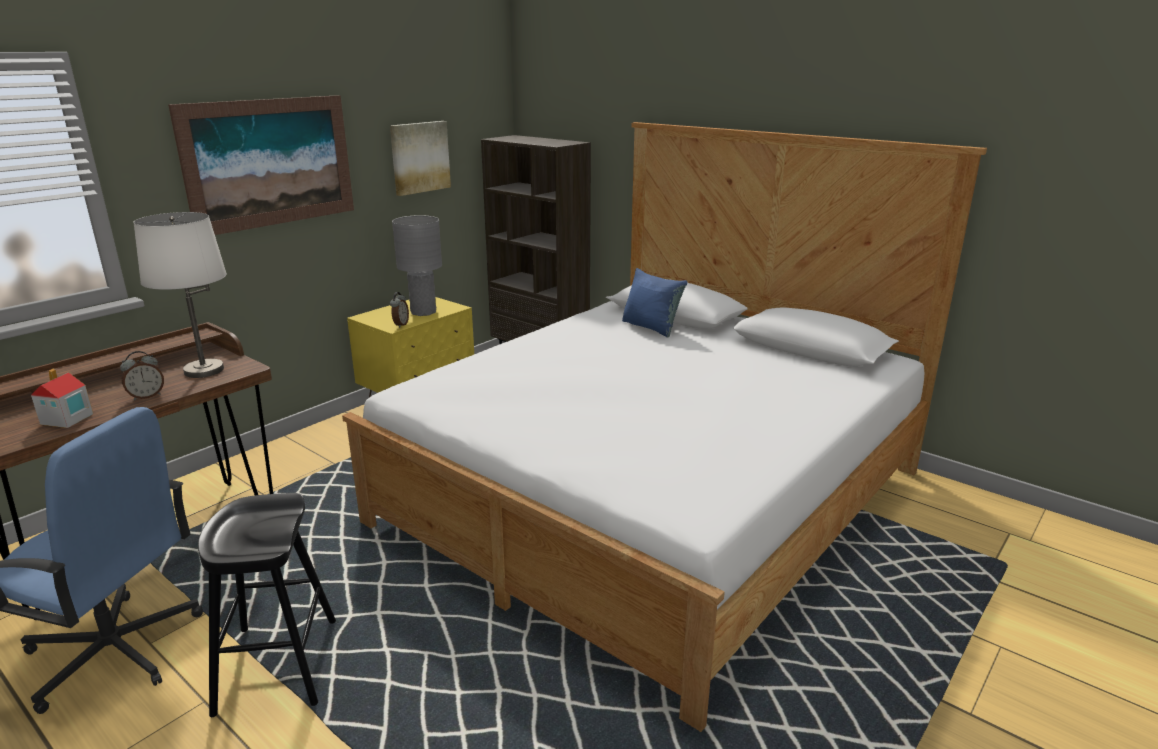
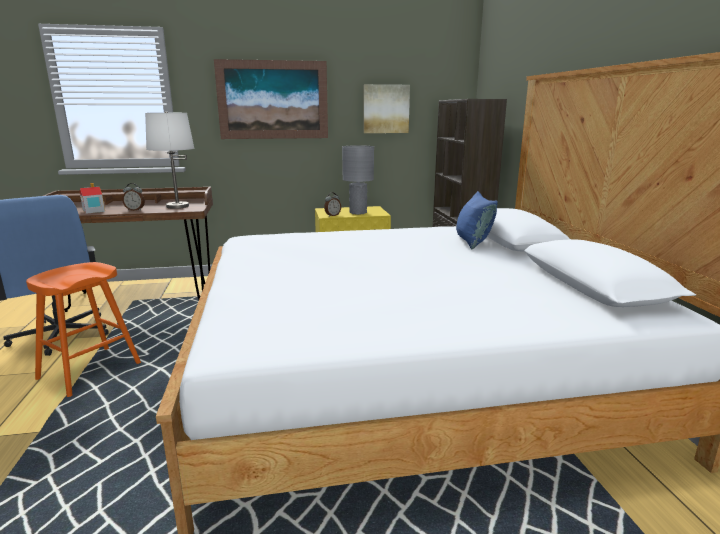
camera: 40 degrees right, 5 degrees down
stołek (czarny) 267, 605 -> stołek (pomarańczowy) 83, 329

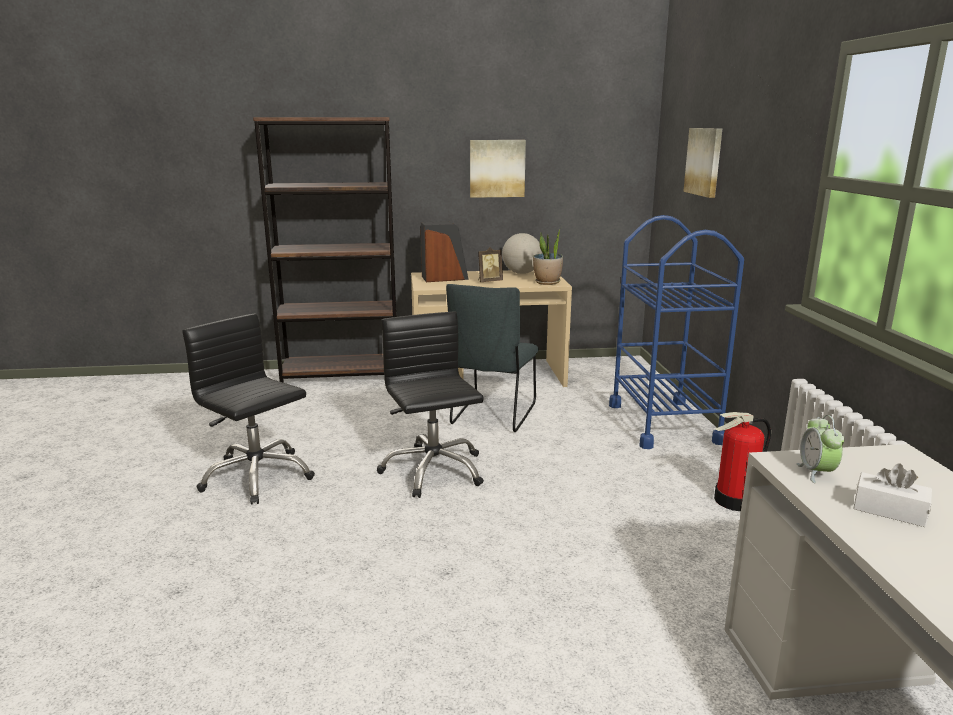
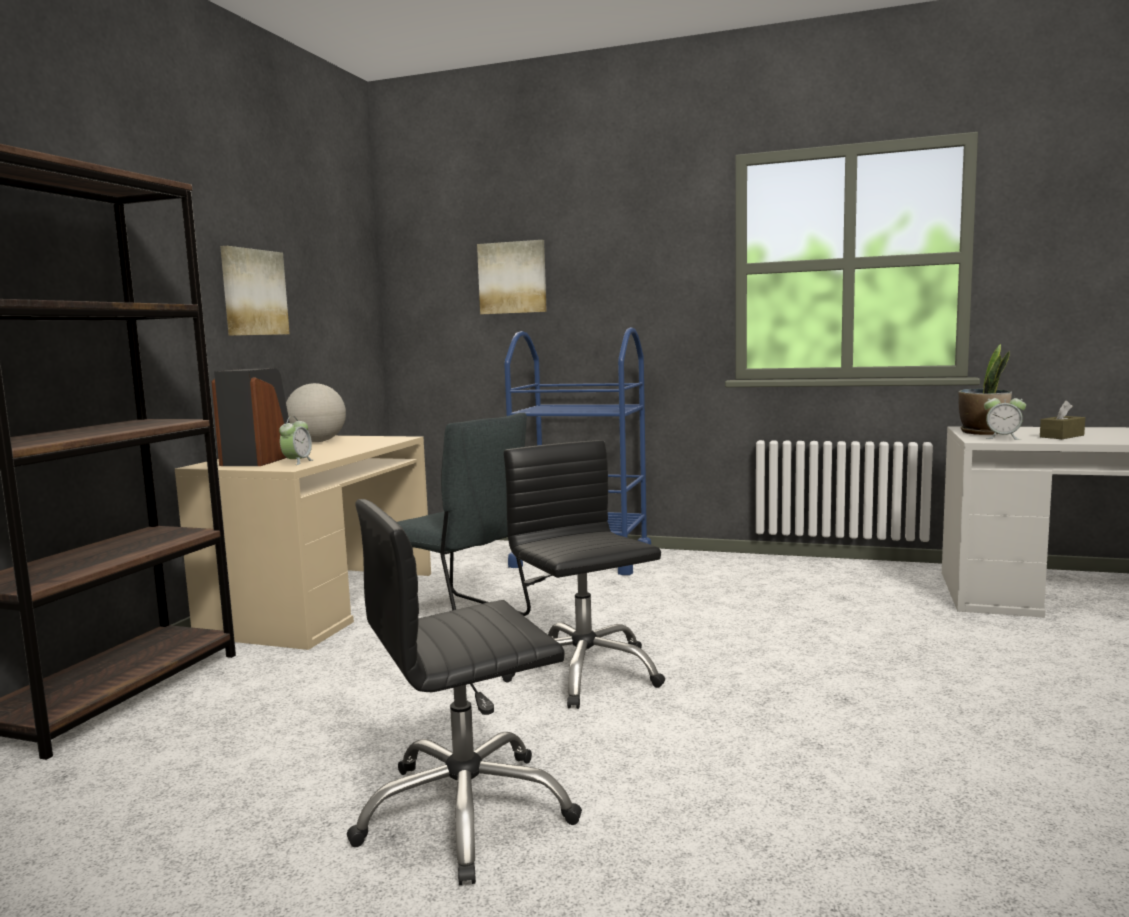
camera: 65 degrees left, 10 degrees down
roślina doniczkowa 548, 256 -> roślina doniczkowa 985, 389, move
ramka na zdjęcie 490, 264 -> none
krzesło biurowe (czarny) 430, 405 -> krzesło biurowe (czarny) 583, 574, 60 degrees clockwise
gaśnica 742, 461 -> none
pudełko chusteczek (biały) 892, 495 -> pudełko chusteczek (brązowy) 1062, 420
none -> budzik 296, 440

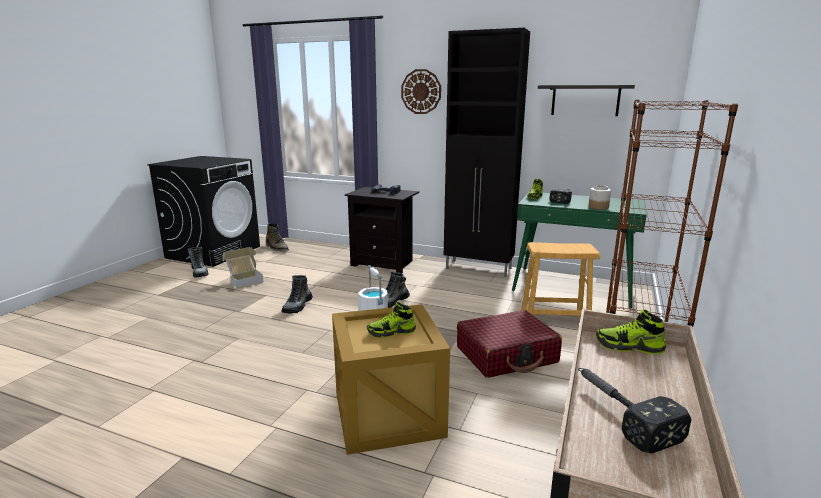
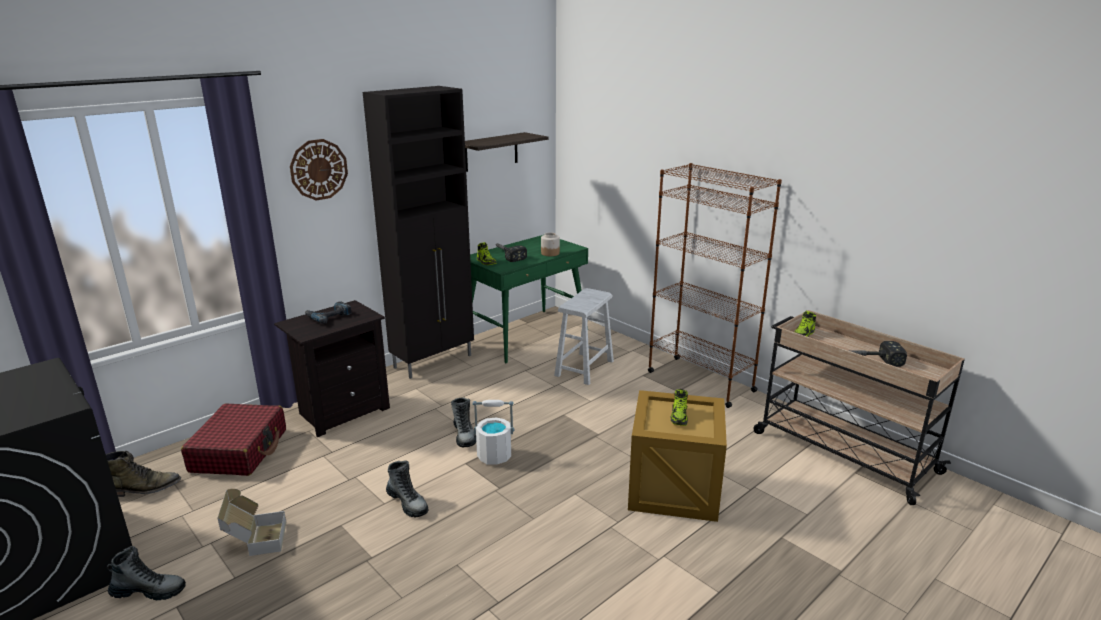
camera: 65 degrees left, 5 degrees up
stołek (brązowy) 560, 280 -> stołek (biały) 584, 336
walizka (czerwony) 509, 344 -> walizka (czerwony) 233, 439, move

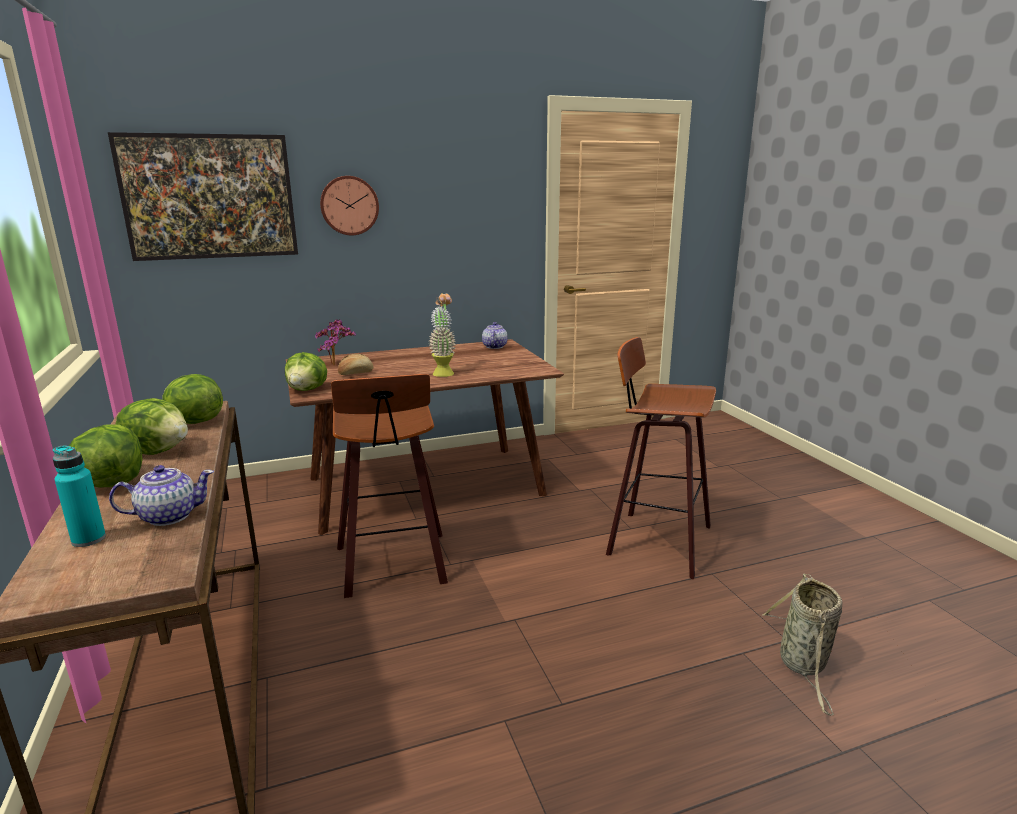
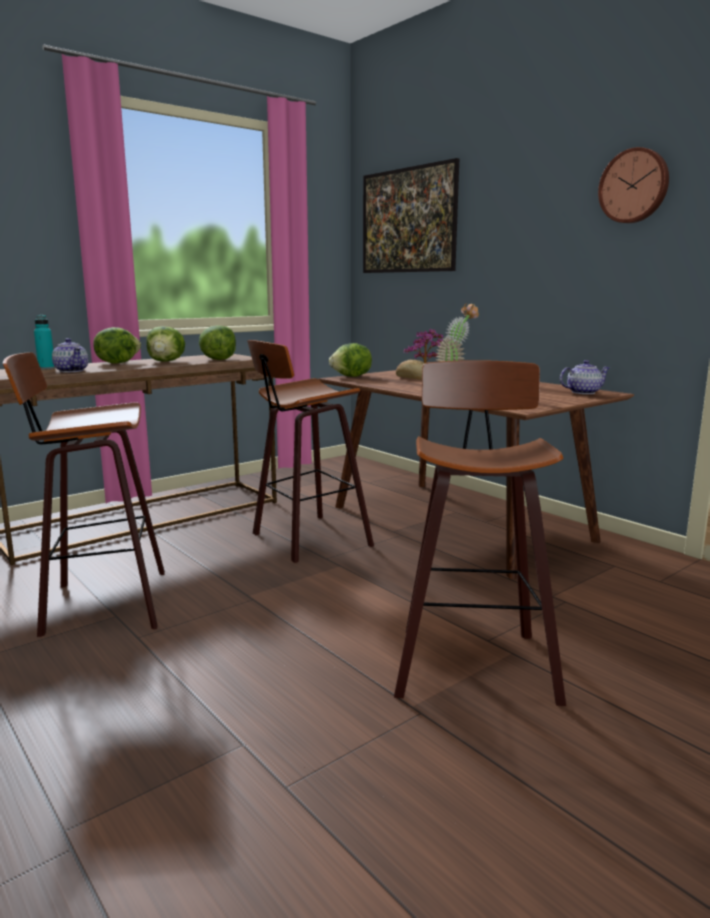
camera: 70 degrees right, 5 degrees down
zegar ścienny 349, 205 -> zegar ścienny 633, 185, move
koszyk 802, 645 -> none
none -> stołek 84, 494

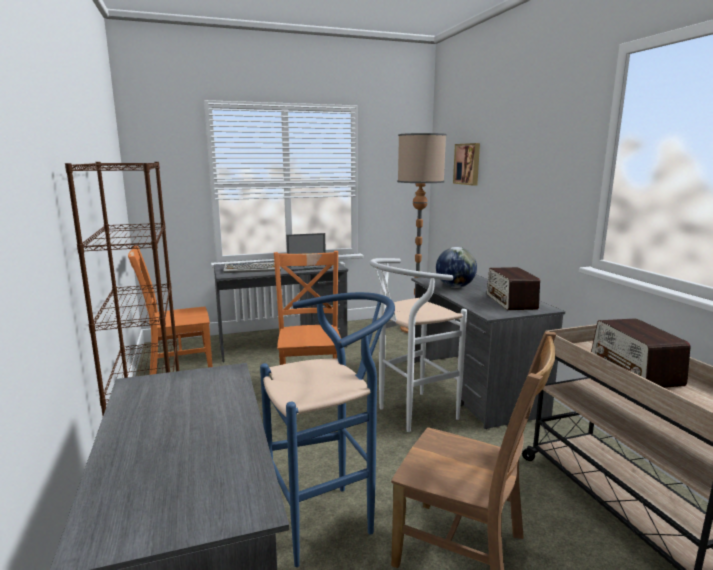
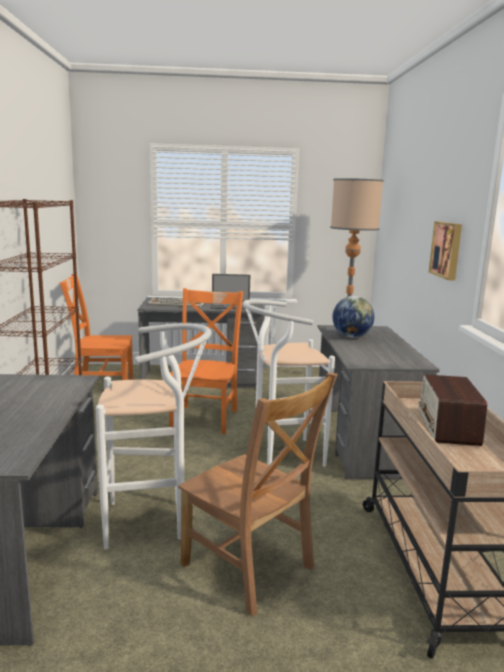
camera: 15 degrees right, 0 degrees up
obraz 466, 164 -> obraz 445, 250, move
radio 513, 288 -> none
stołek (niebieski) 327, 429 -> stołek (biały) 153, 436

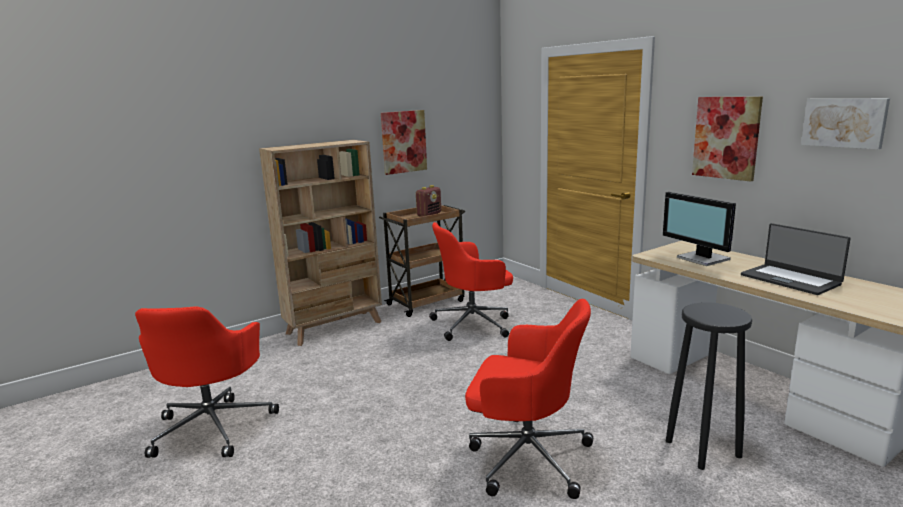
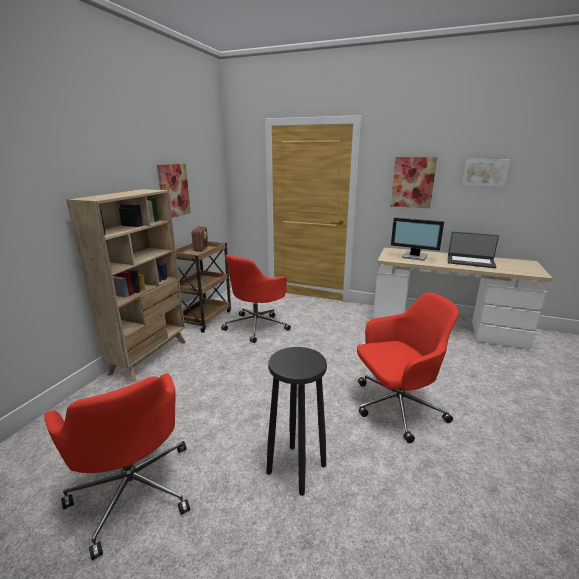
camera: 35 degrees left, 5 degrees up
stołek (czarny) 709, 386 -> stołek (czarny) 297, 421, move

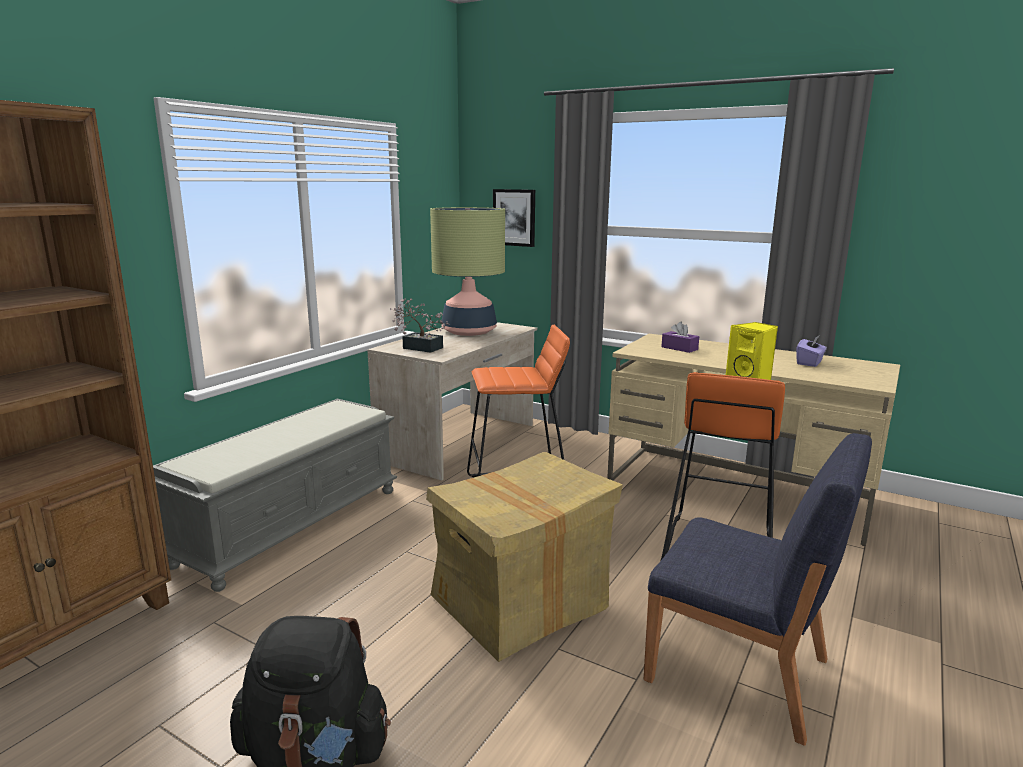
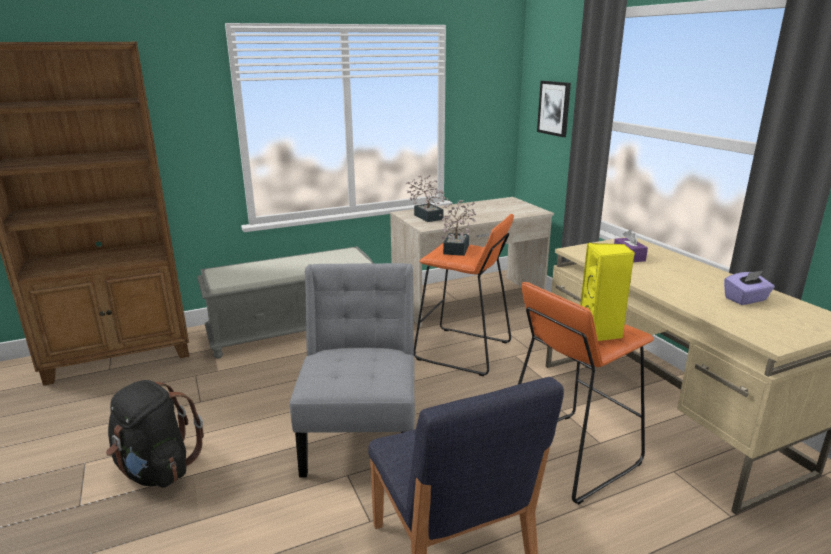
camera: 35 degrees right, 5 degrees up
lampa stołowa 467, 271 -> none
karton 524, 557 -> krzesło (szary) 352, 370
none -> roślina doniczkowa 457, 228

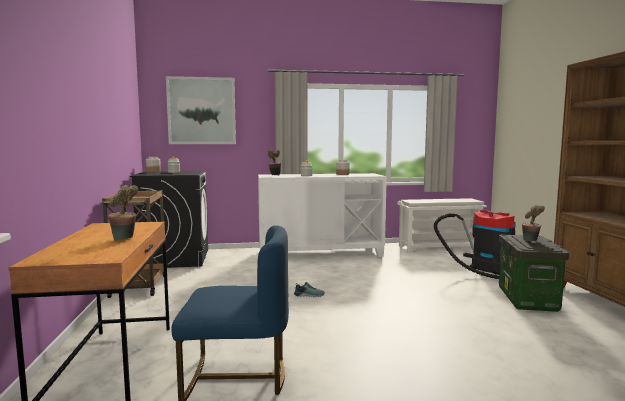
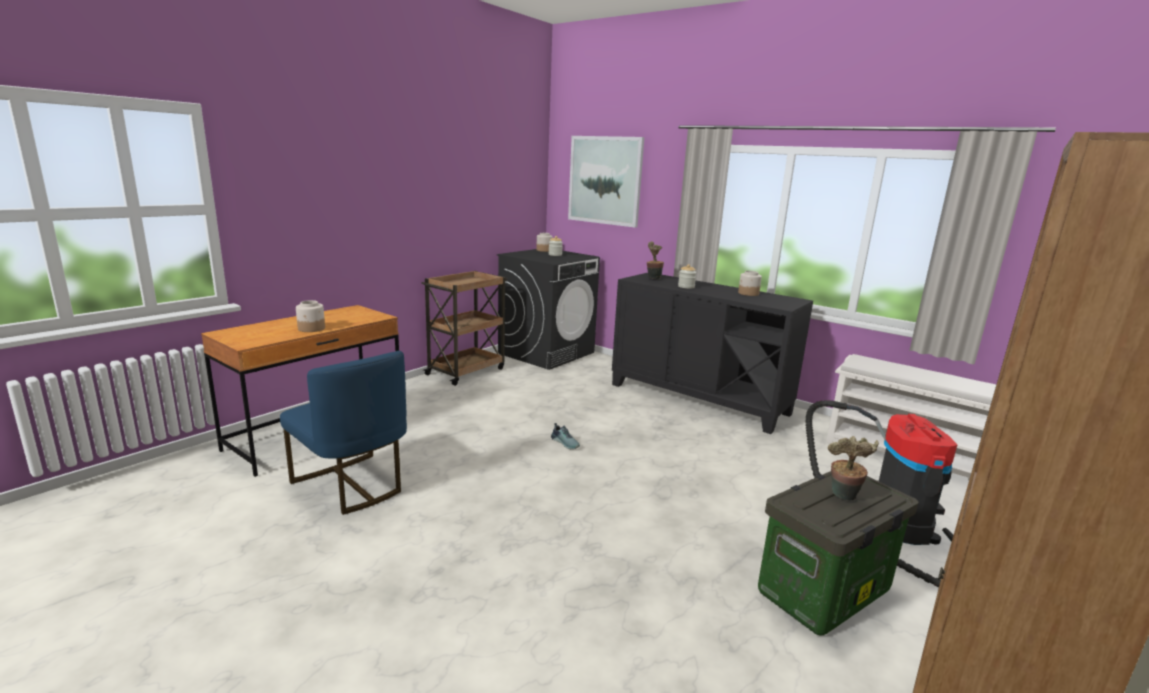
camera: 45 degrees right, 10 degrees up
szafka (biały) 322, 215 -> szafka (czarny) 712, 353
roślina doniczkowa 123, 212 -> słoik 310, 316

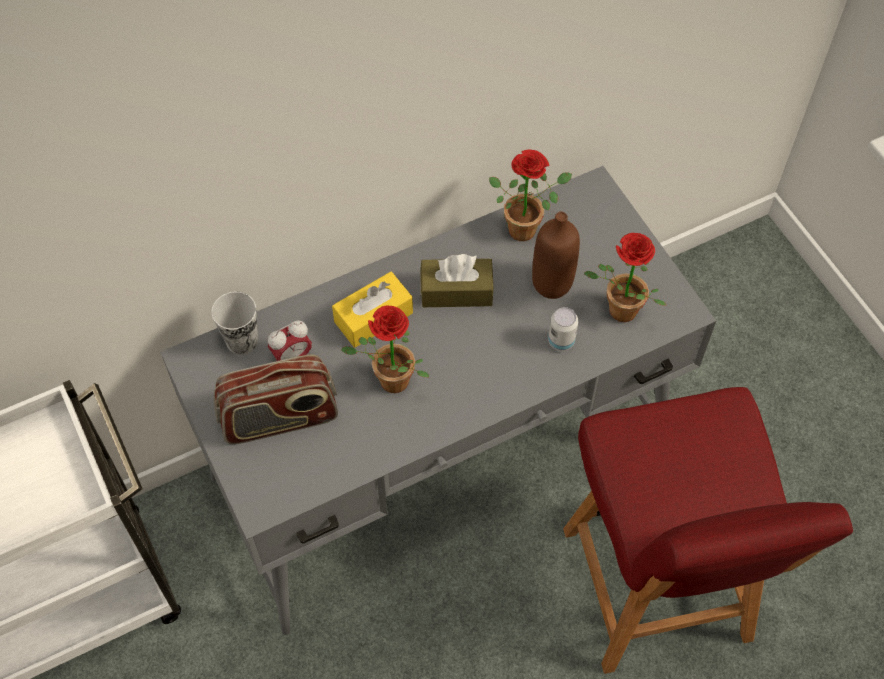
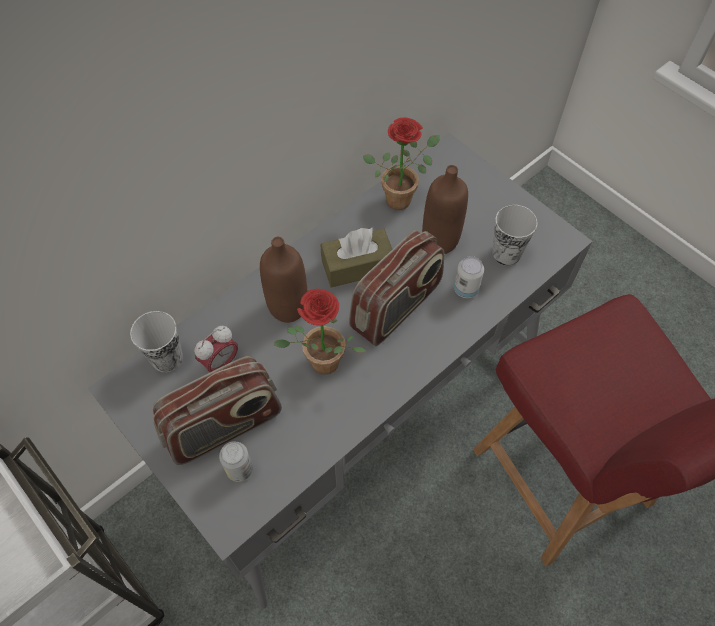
camera: 15 degrees left, 0 degrees up
roślina doniczkowa 625, 277 -> filiżanka 514, 235
pudełko chusteczek (żółty) 372, 310 -> butelka (brązowy) 283, 280
none -> radio 396, 288
none -> puszka 236, 462

